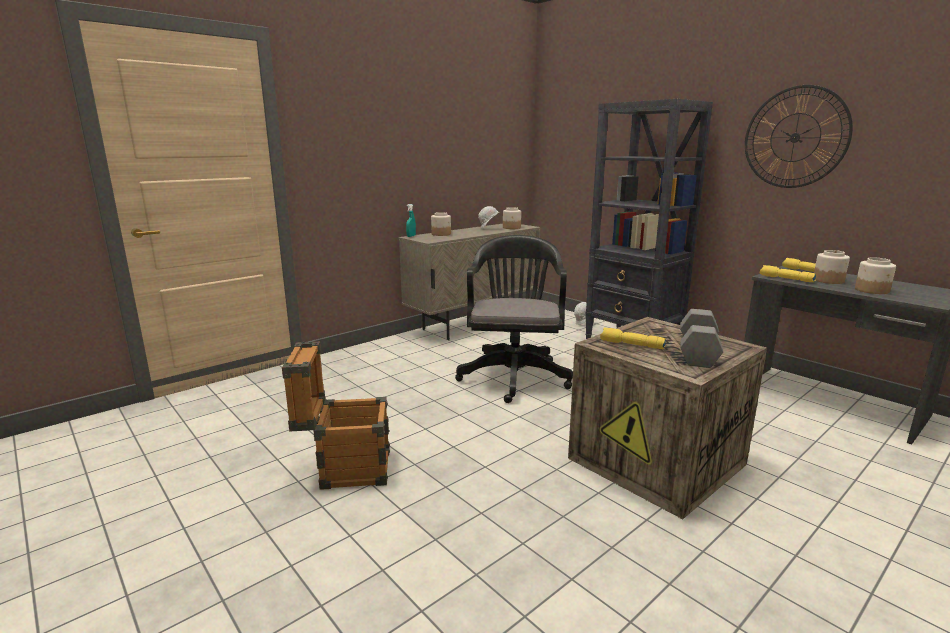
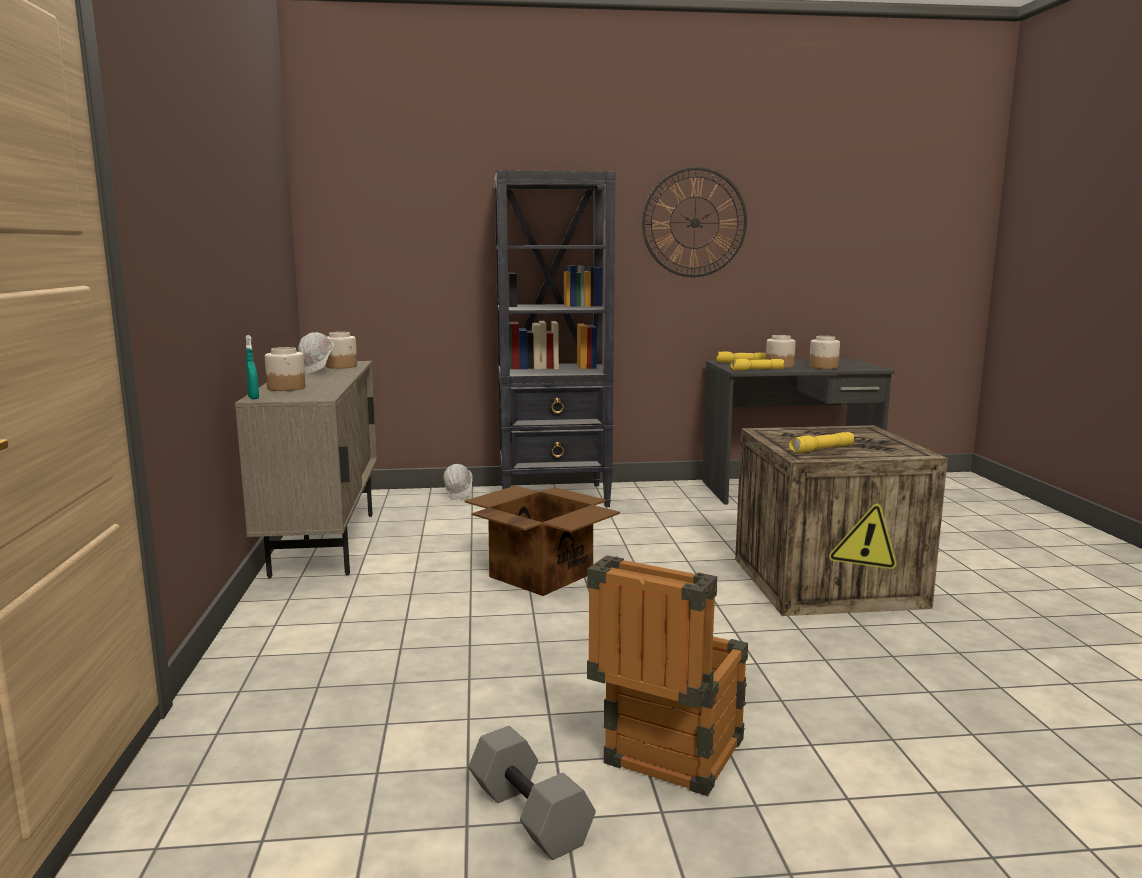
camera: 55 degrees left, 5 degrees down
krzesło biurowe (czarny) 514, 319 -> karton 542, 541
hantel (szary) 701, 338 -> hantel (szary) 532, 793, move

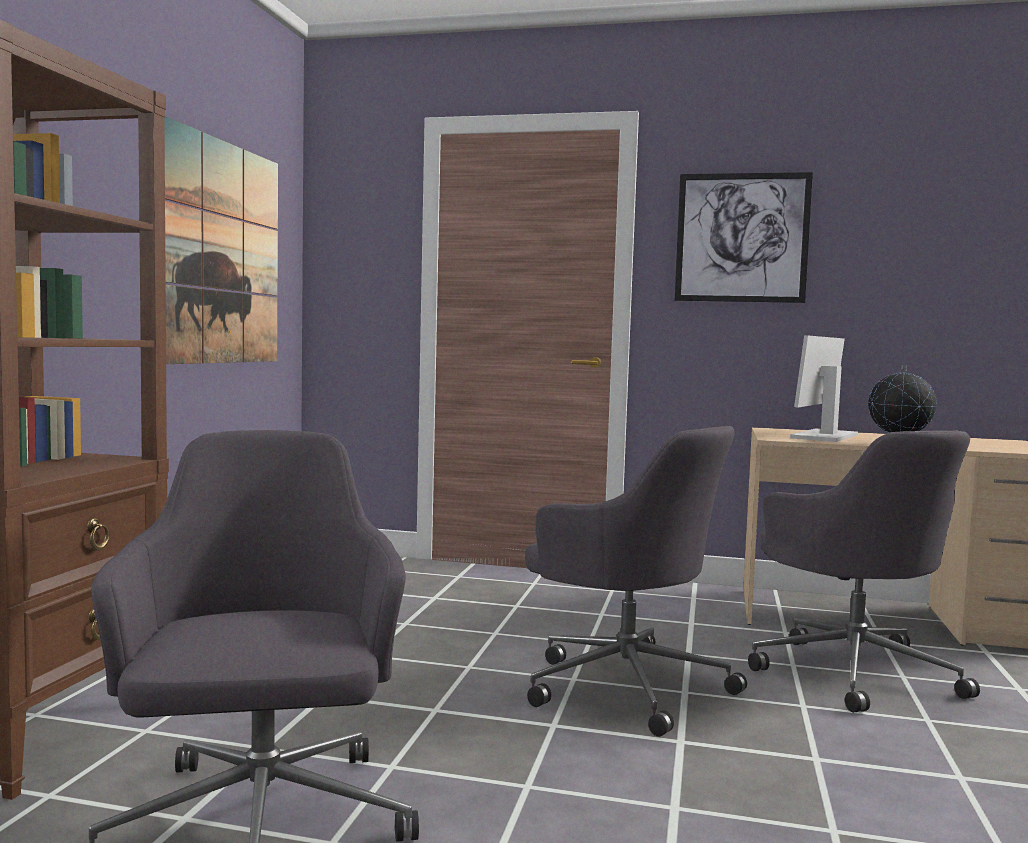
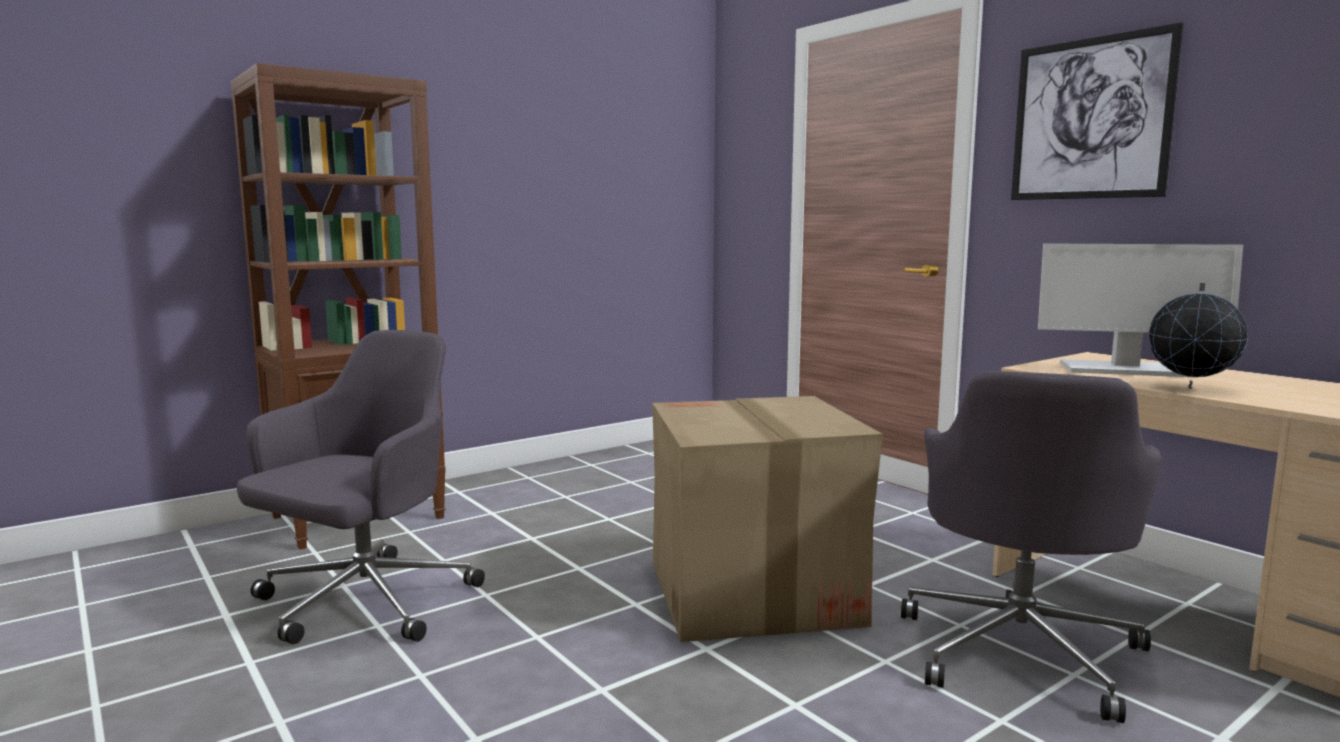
camera: 40 degrees right, 5 degrees up
obraz 221, 240 -> none
monitor 824, 388 -> monitor 1140, 310, 150 degrees counterclockwise
krzesło biurowe (szary) 636, 581 -> karton 767, 519

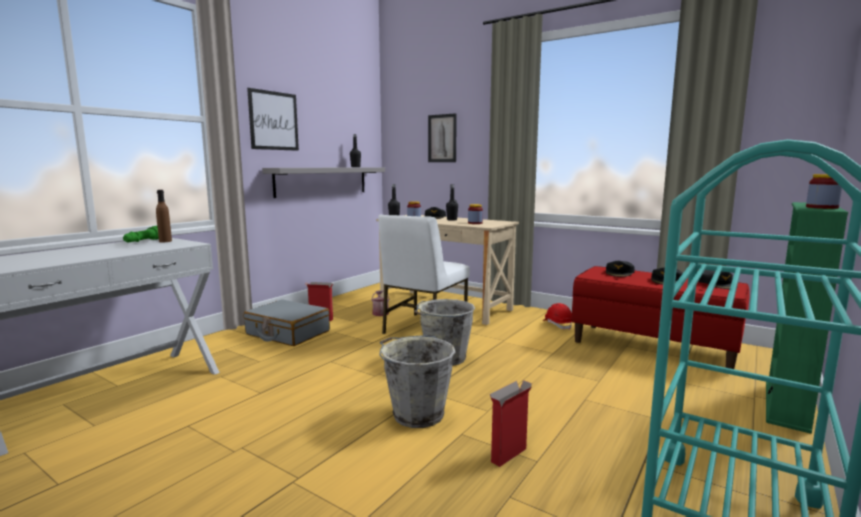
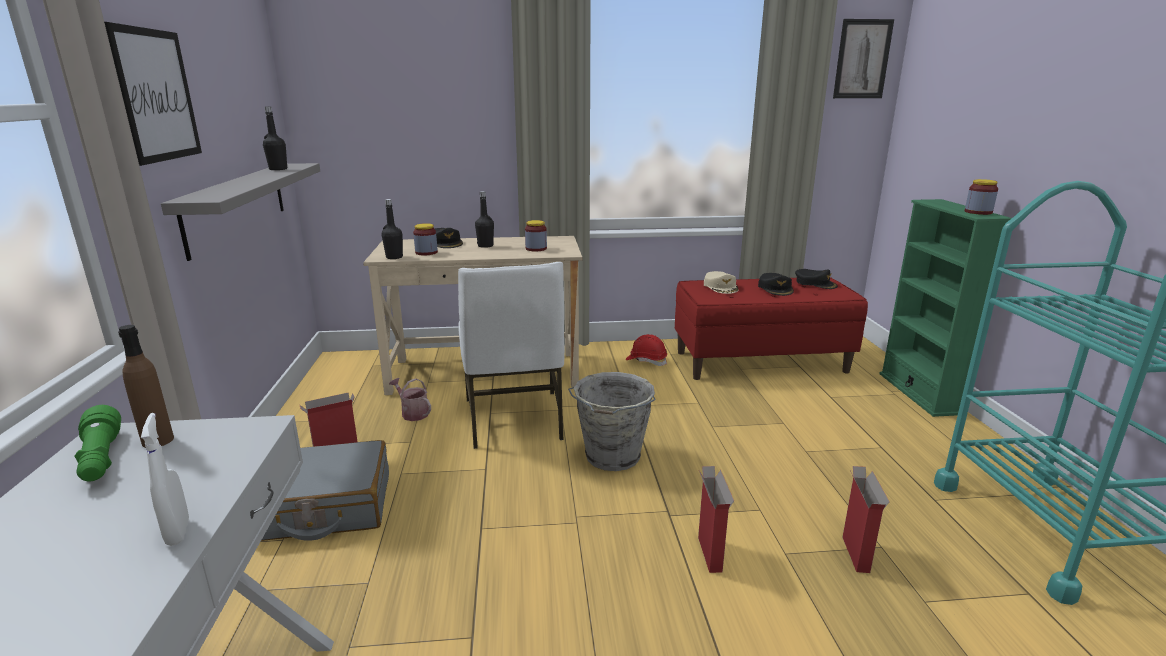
camera: 40 degrees left, 10 degrees up
obraz 442, 137 -> obraz 863, 58, move
czapka z daszkiem (czarny) 620, 269 -> czapka z daszkiem (beżowy) 721, 282
wiadro (szary) 417, 381 -> karton 716, 519
none -> spryskiwacz (biały) 165, 479

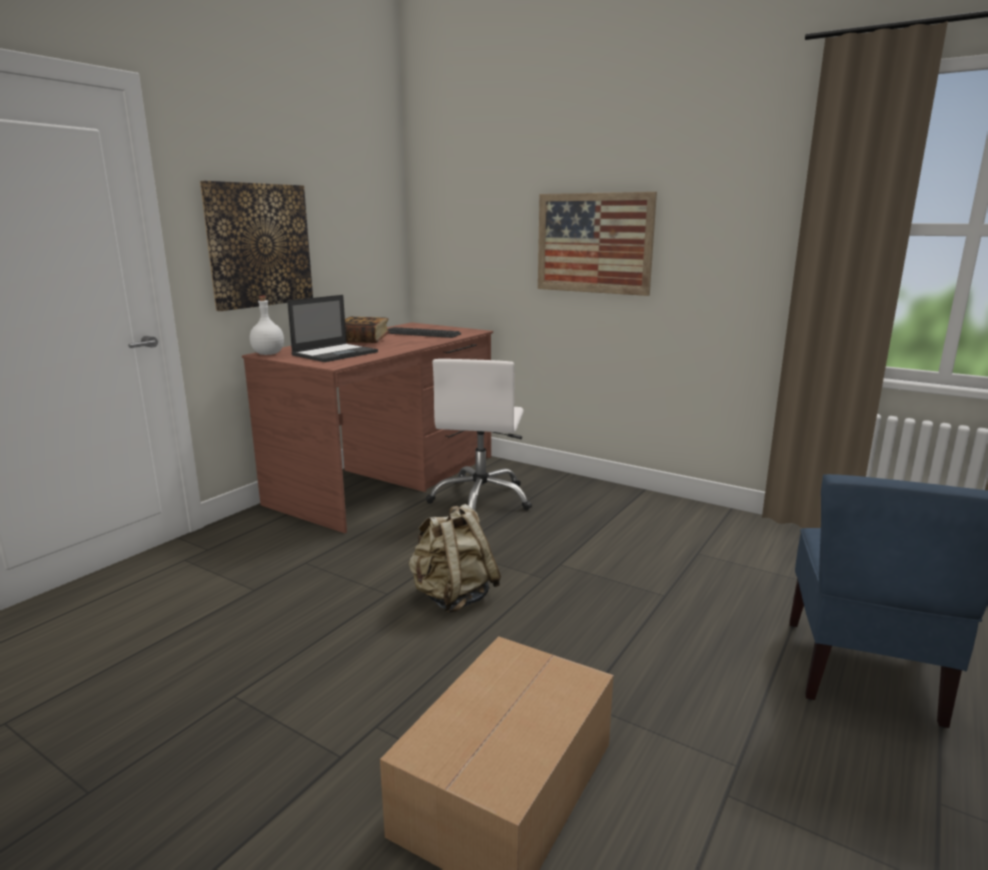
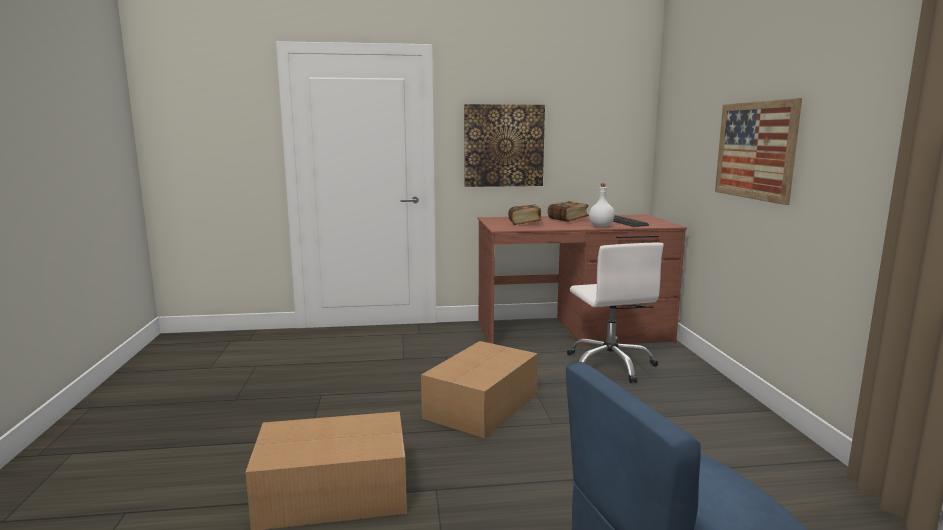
camera: 50 degrees right, 5 degrees down
laptop 332, 328 -> książka 525, 215
butelka (biały) 267, 325 -> butelka (biały) 602, 205, move
krzesło biurowe (biały) 479, 435 -> krzesło biurowe (biały) 615, 313, 75 degrees counterclockwise
plecak (beżowy) 455, 558 -> karton 479, 389

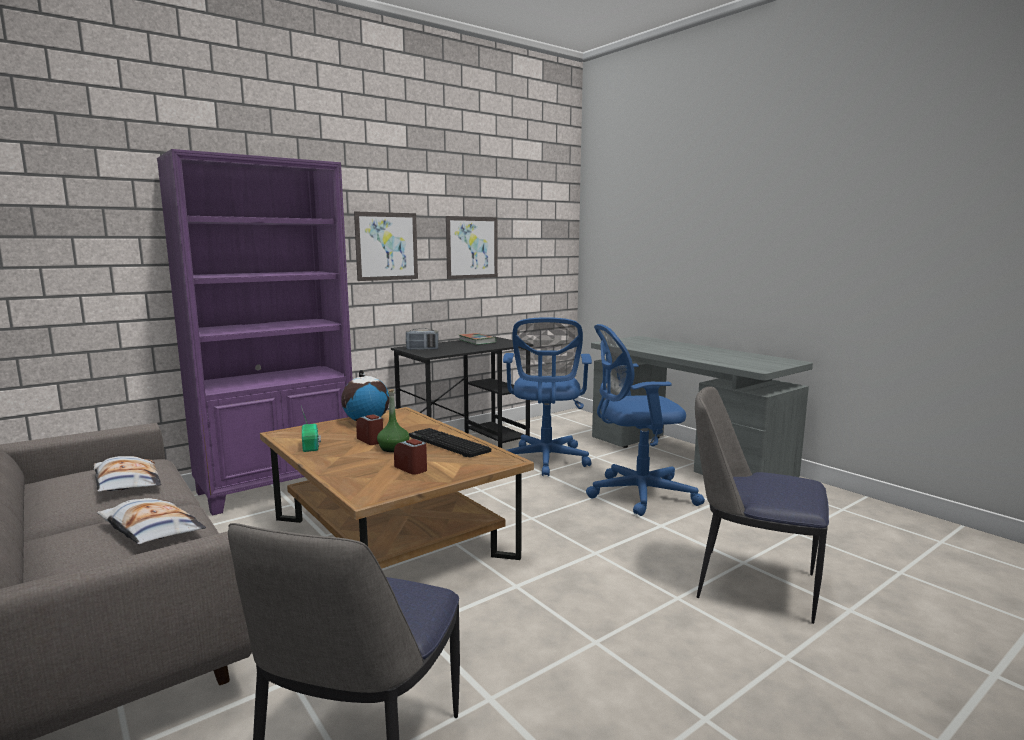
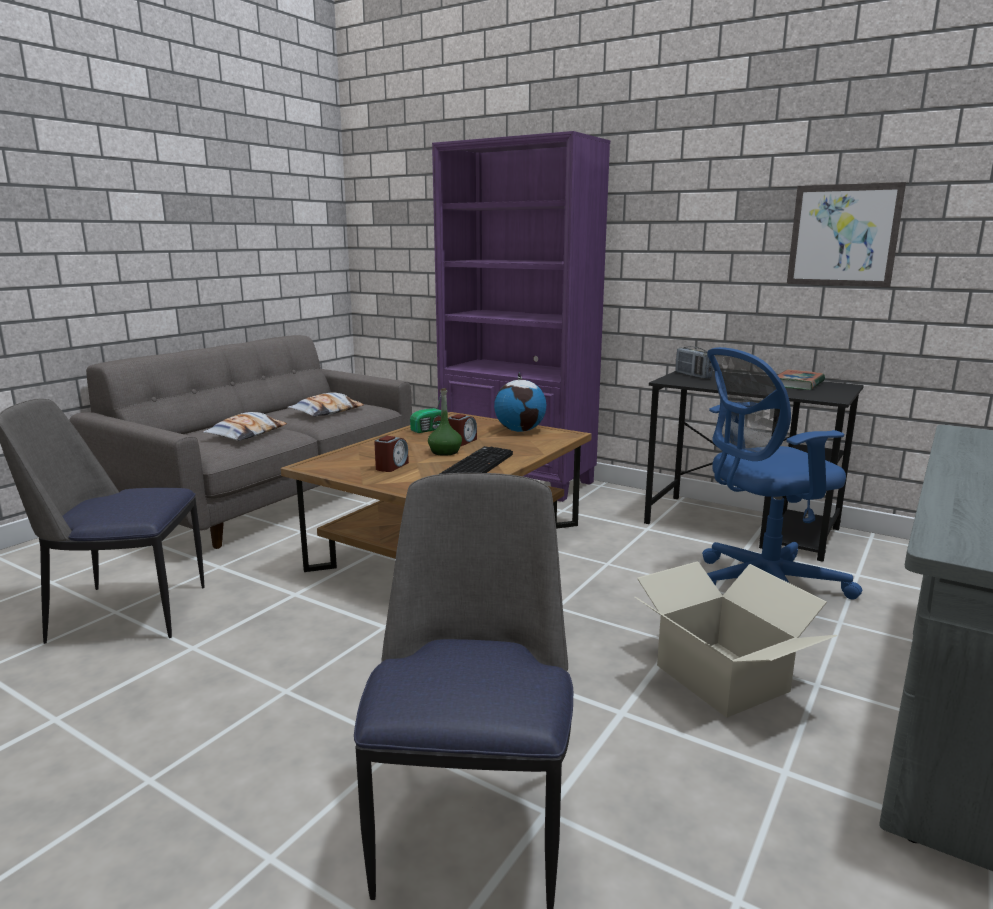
camera: 70 degrees right, 5 degrees up
obraz 386, 246 -> none
krzesło biurowe (niebieski) 645, 420 -> karton 736, 639

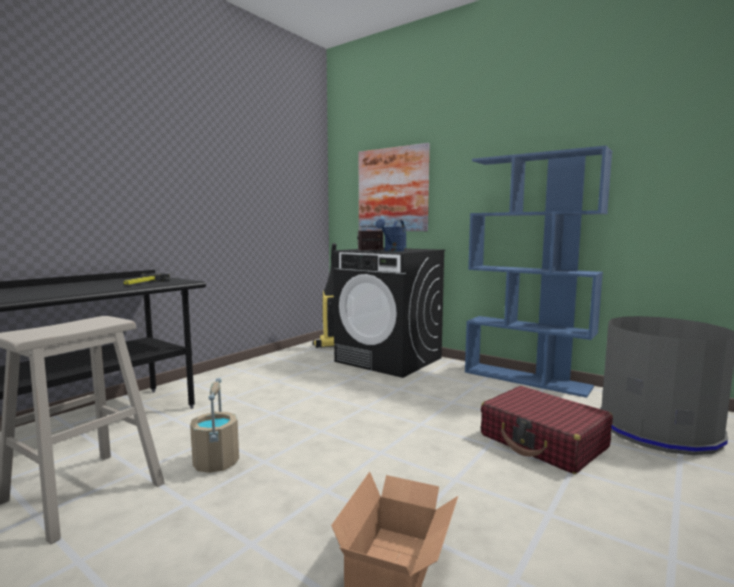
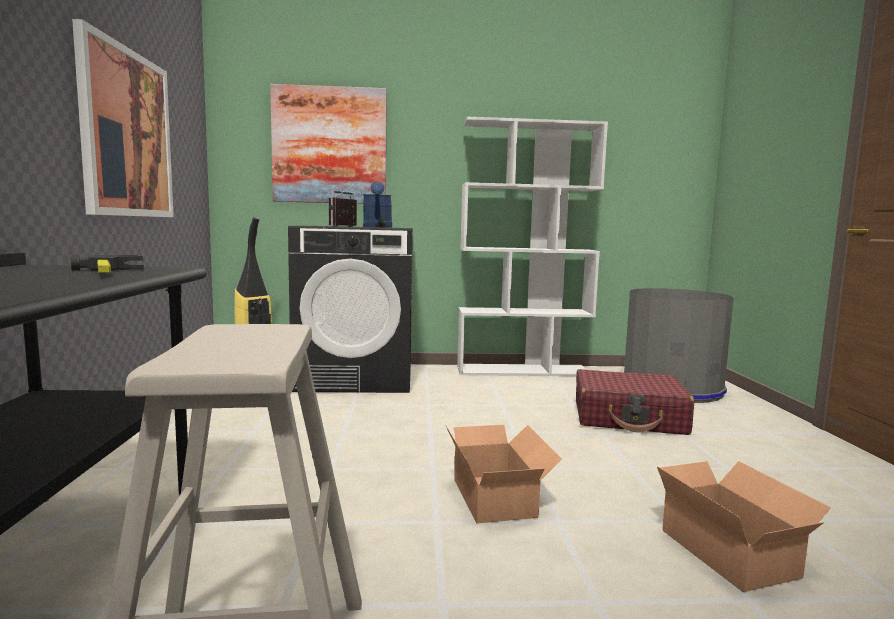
camera: 40 degrees left, 0 degrees up
regał (niebieski) 538, 272 -> regał (biały) 532, 246
wiadro (beżowy) 214, 425 -> none
none -> obraz 123, 118
none -> karton 503, 473

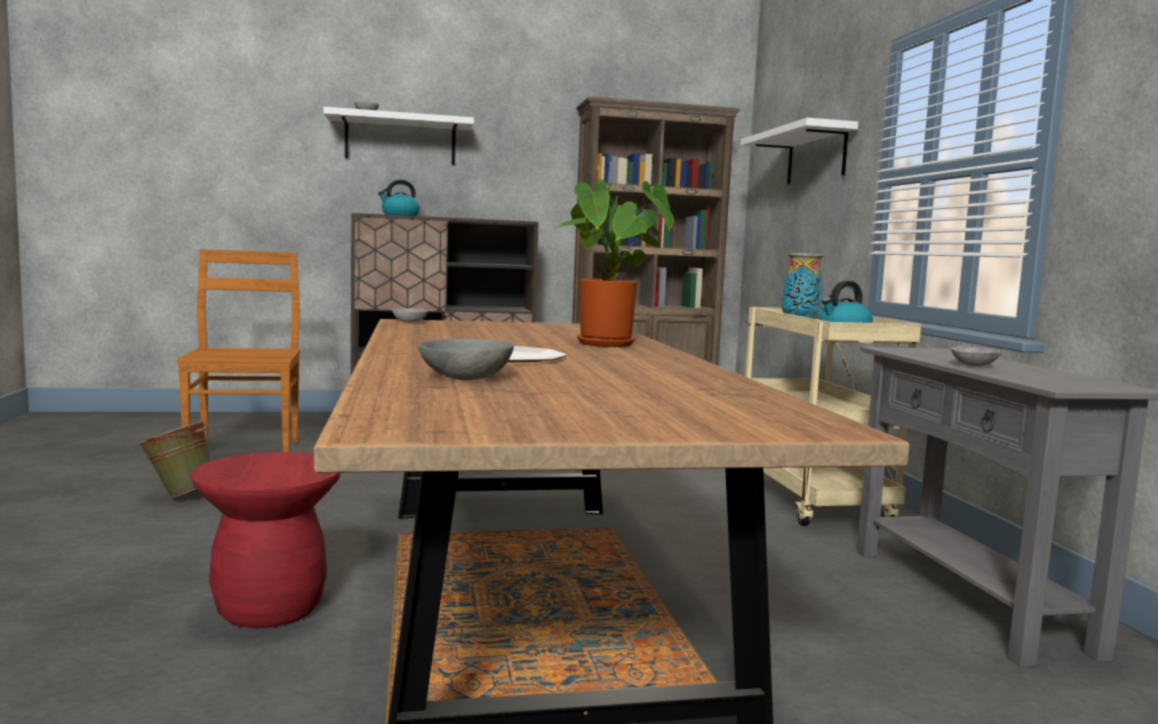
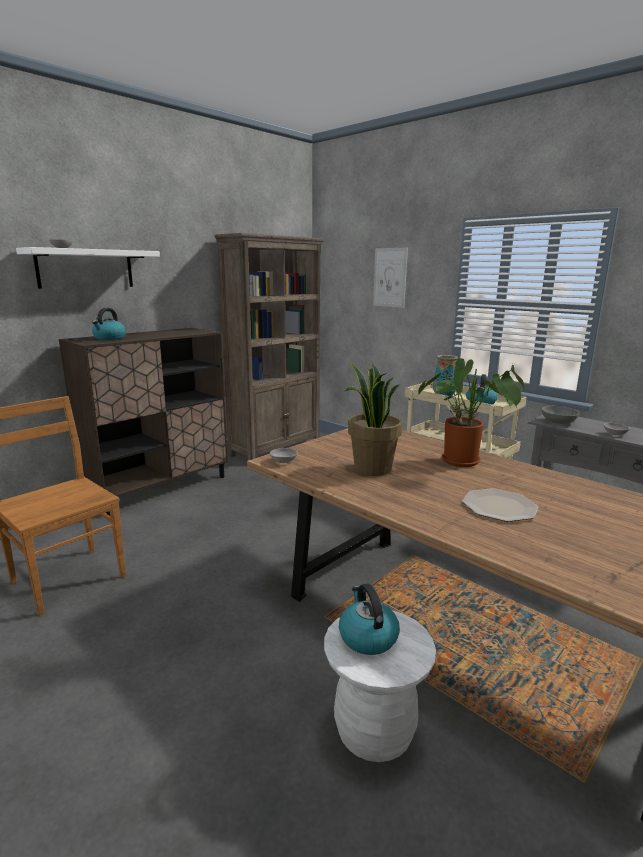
camera: 35 degrees left, 10 degrees up
półka (biały) 799, 151 -> obraz 390, 278
miska (szary) 466, 359 -> miska (szary) 560, 415, move
wiadro (zielony) 174, 460 -> none
stołek (czerwony) 265, 540 -> stołek (biały) 380, 686
none -> roślina doniczkowa 373, 419
none -> czajnik 369, 619

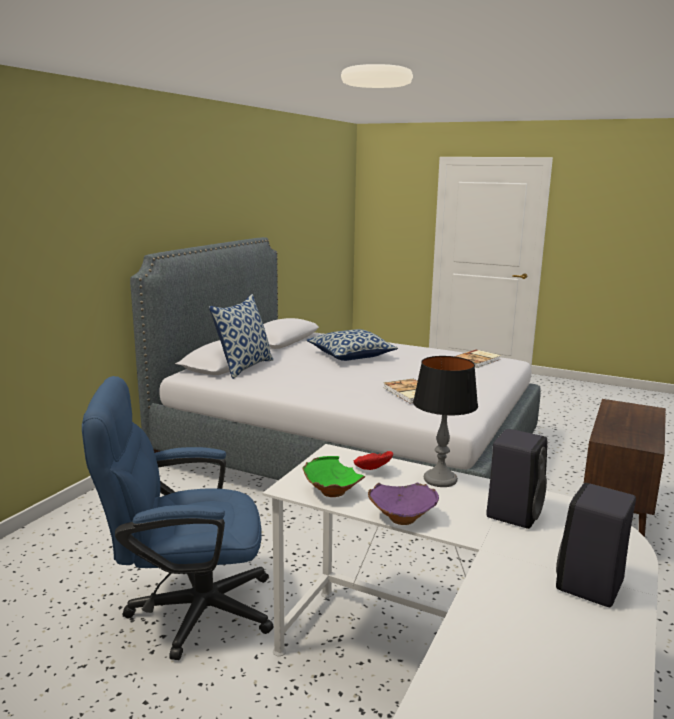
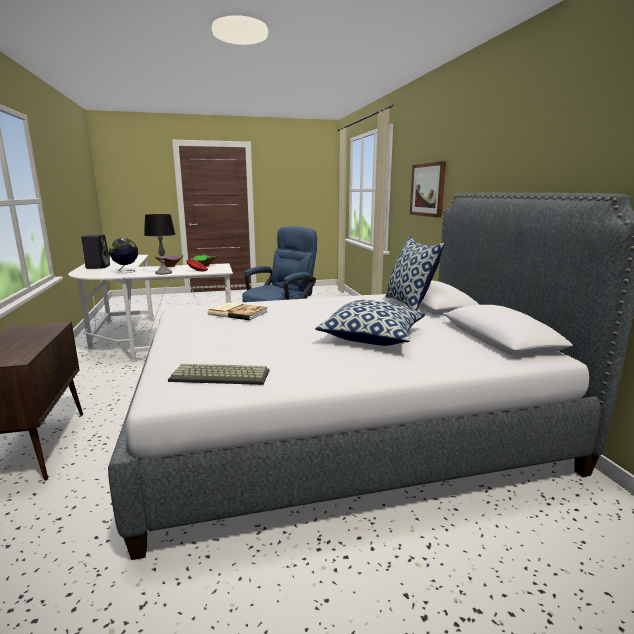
camera: 140 degrees right, 0 degrees up
książka 477, 358 -> klawiatura 218, 374
głośnik (czarny) 516, 479 -> globus 123, 255
none -> obraz 428, 189

